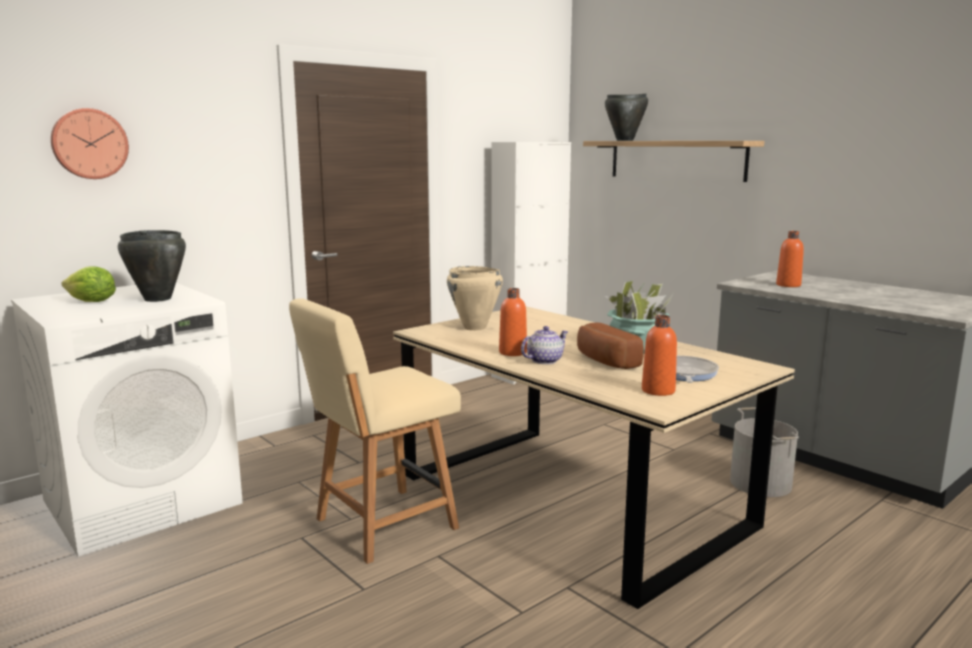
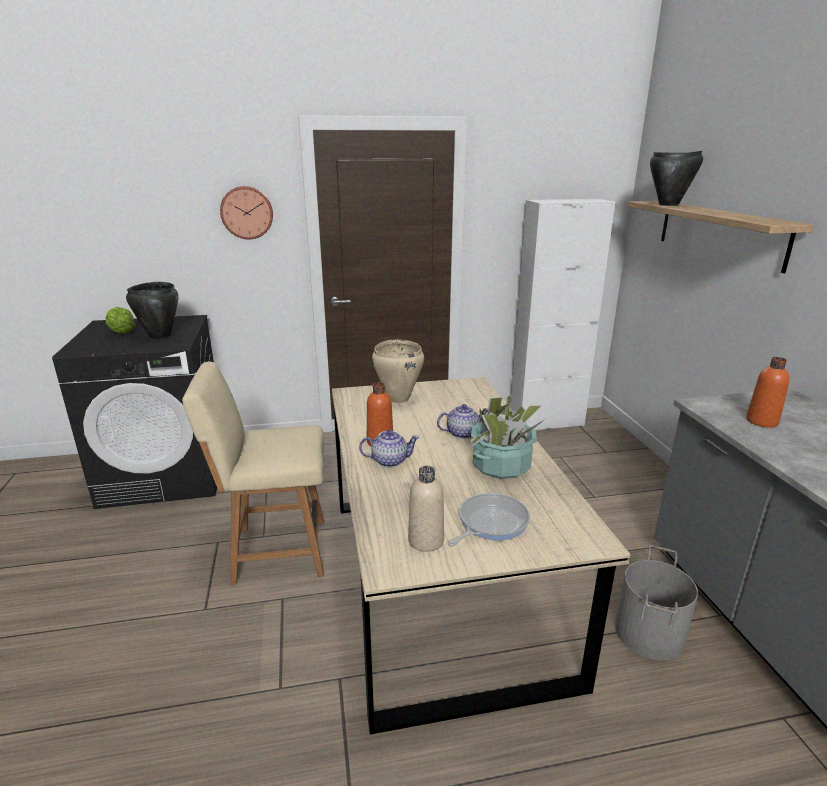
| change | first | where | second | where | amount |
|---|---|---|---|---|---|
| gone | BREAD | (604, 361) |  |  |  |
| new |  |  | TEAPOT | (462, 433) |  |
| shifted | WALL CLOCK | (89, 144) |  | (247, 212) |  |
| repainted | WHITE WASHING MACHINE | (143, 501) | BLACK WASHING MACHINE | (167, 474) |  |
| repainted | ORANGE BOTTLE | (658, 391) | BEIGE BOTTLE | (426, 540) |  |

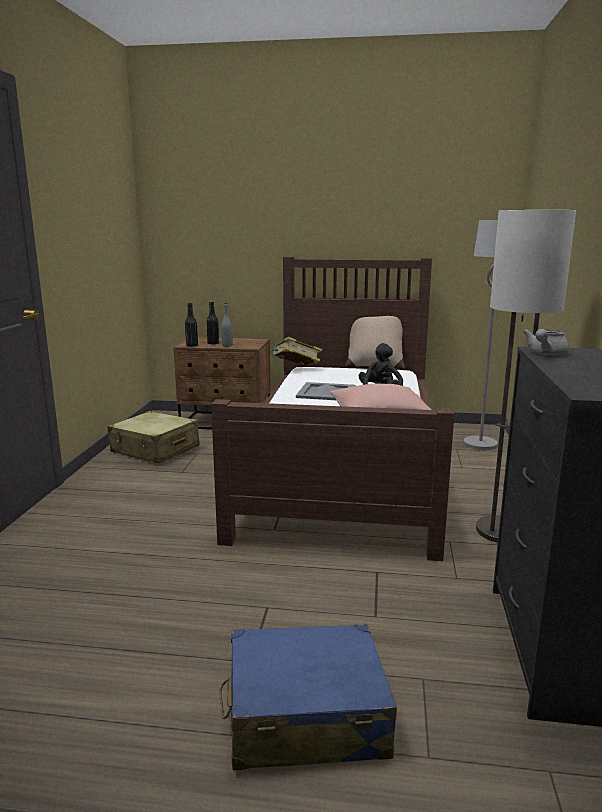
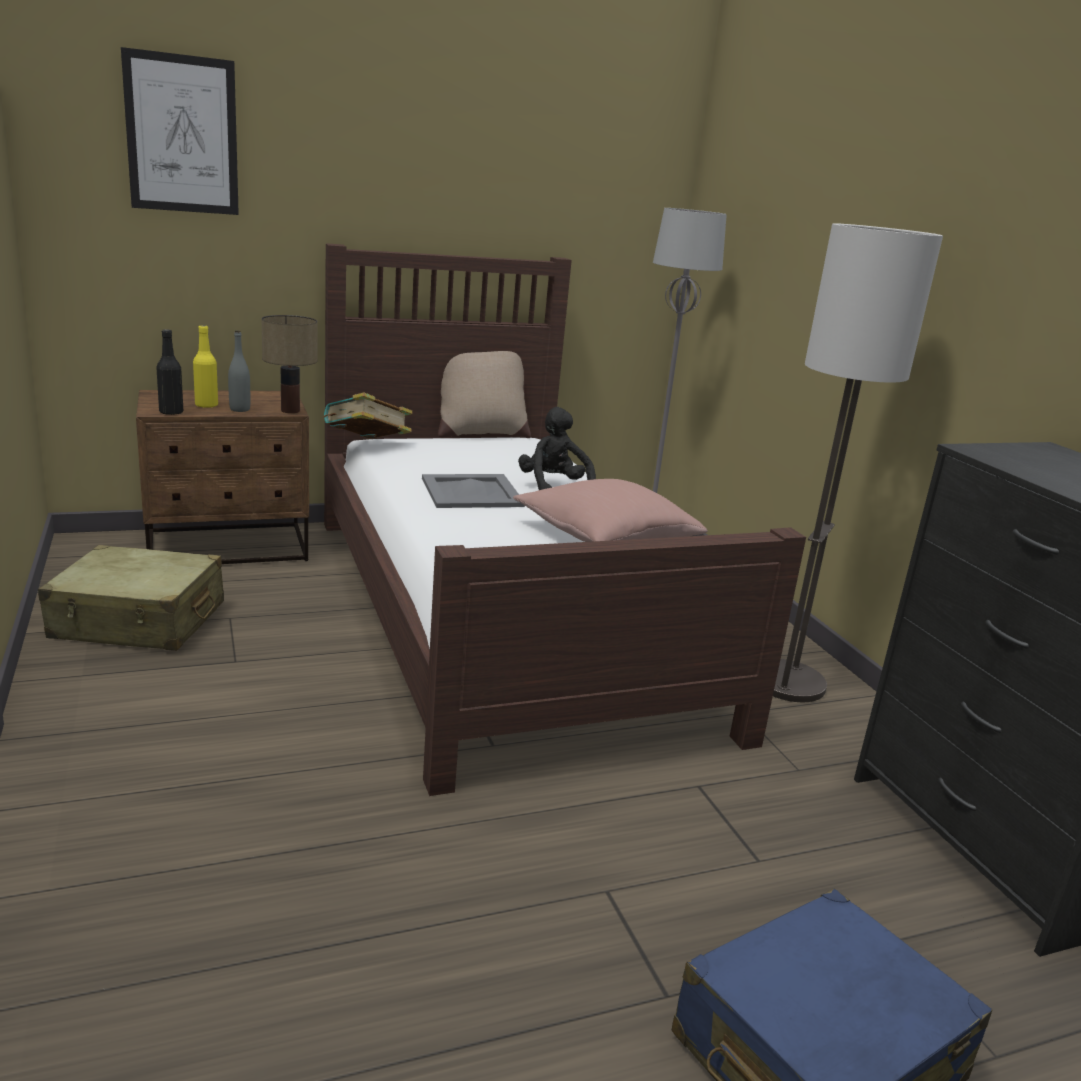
| change | first | where | second | where | amount |
|---|---|---|---|---|---|
| gone | GREY TEAPOT | (545, 354) |  |  |  |
| new |  |  | PICTURE | (182, 134) |  |
| new |  |  | TABLE LAMP | (289, 411) |  |
| repainted | BLACK BOTTLE | (213, 343) | YELLOW BOTTLE | (206, 405) |  |

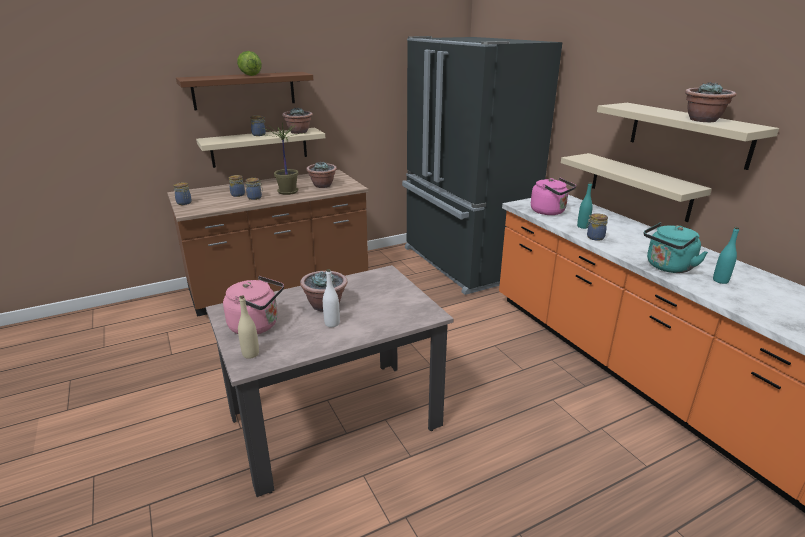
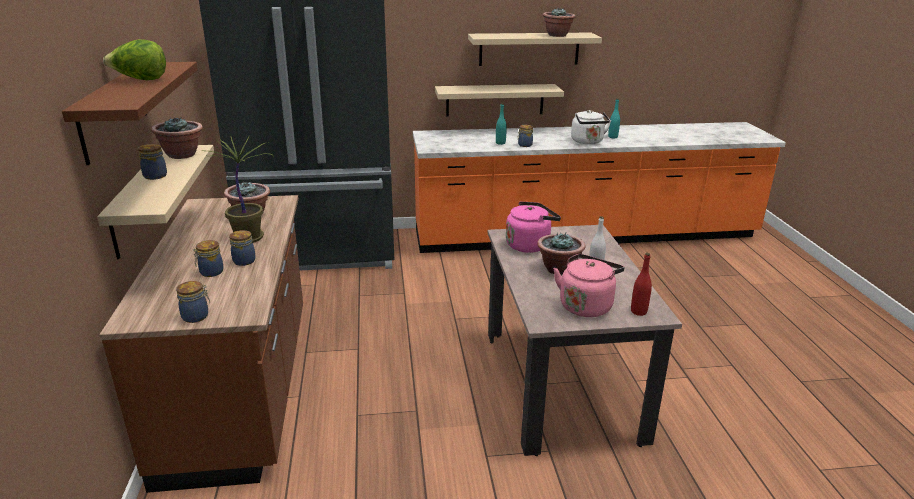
| change | first | where | second | where | amount |
|---|---|---|---|---|---|
| shifted | PINK KETTLE | (550, 212) |  | (529, 245) |  |
| repainted | BEIGE BOTTLE | (250, 354) | RED BOTTLE | (638, 312) |  |
| repainted | TURQUOISE KETTLE | (667, 267) | WHITE KETTLE | (588, 142) |  |

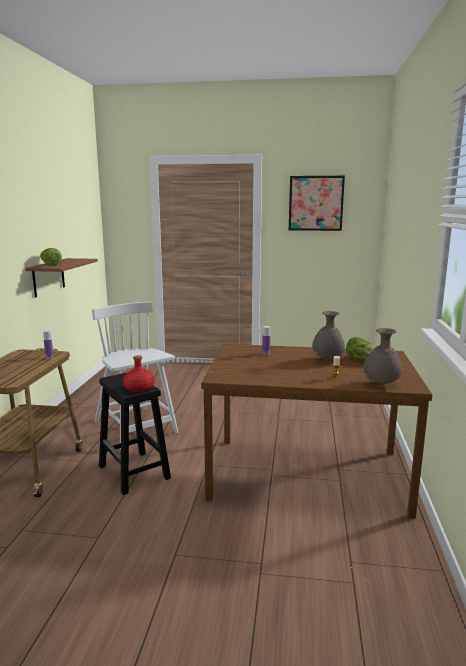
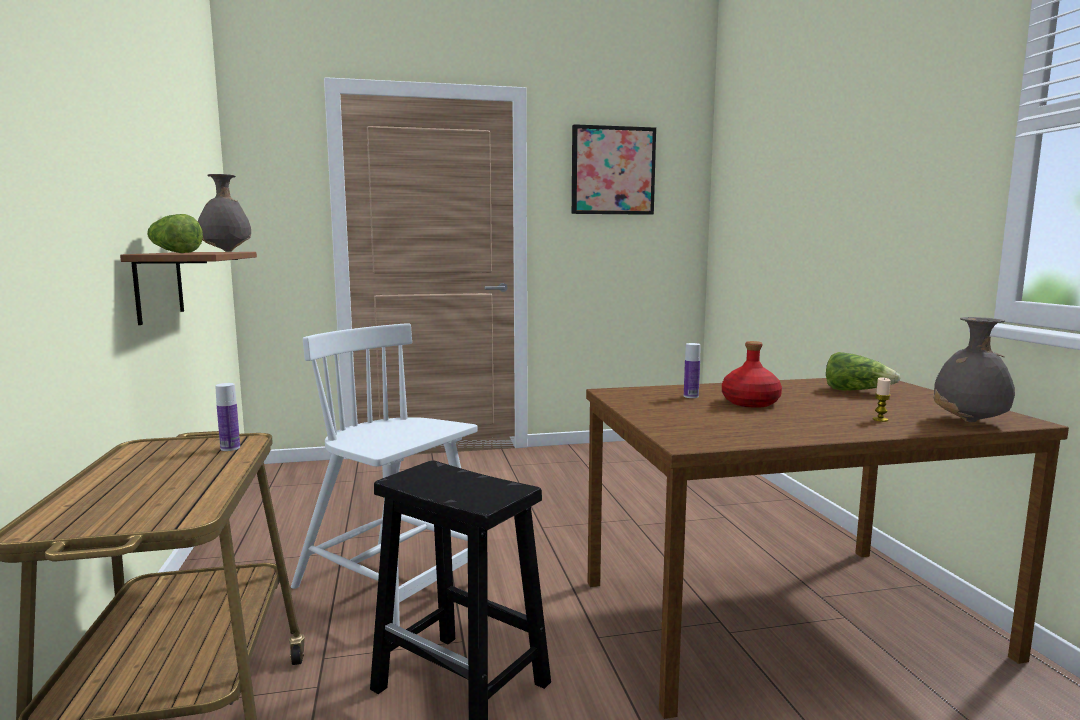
| change | first | where | second | where | amount |
|---|---|---|---|---|---|
| shifted | RED BOTTLE | (139, 388) |  | (751, 403) |  |
| shifted | GREY VASE | (327, 360) |  | (226, 251) |  |

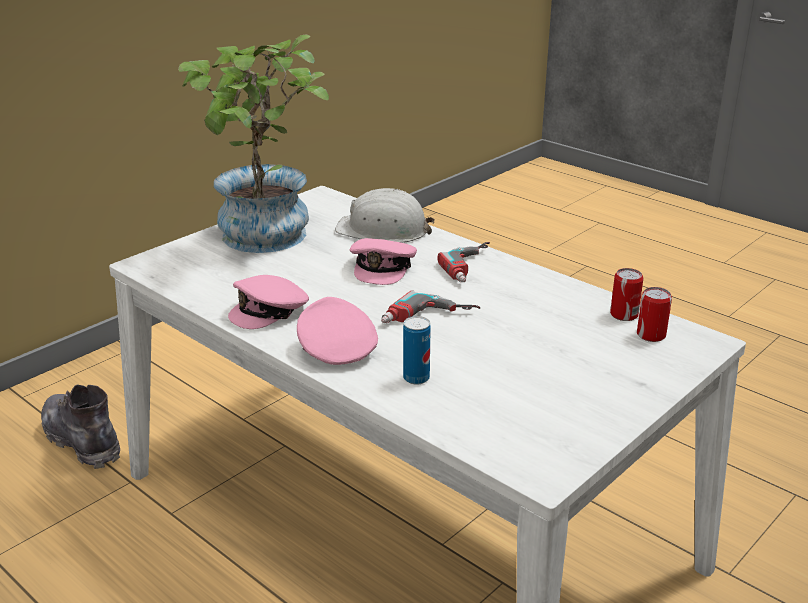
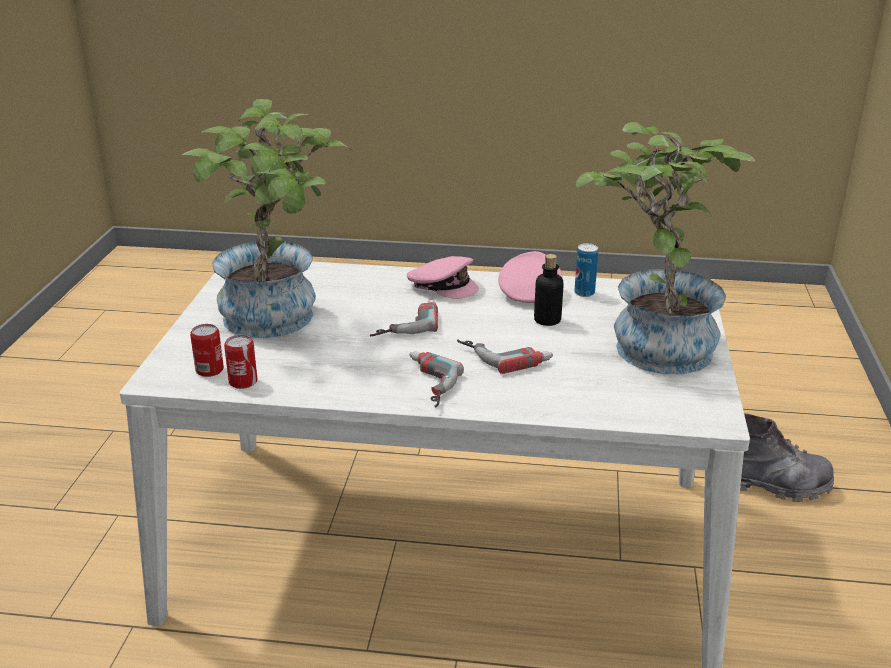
| change | first | where | second | where | amount |
|---|---|---|---|---|---|
| gone | WHITE HARD HAT | (383, 230) |  |  |  |
| new |  |  | POTTED PLANT | (280, 320) |  |
| new |  |  | BOTTLE | (547, 320) |  |
| shifted | CAN | (416, 378) |  | (584, 293) |  |
| swapped | PINK CAP | (383, 267) | POWER DRILL | (505, 355) |  |

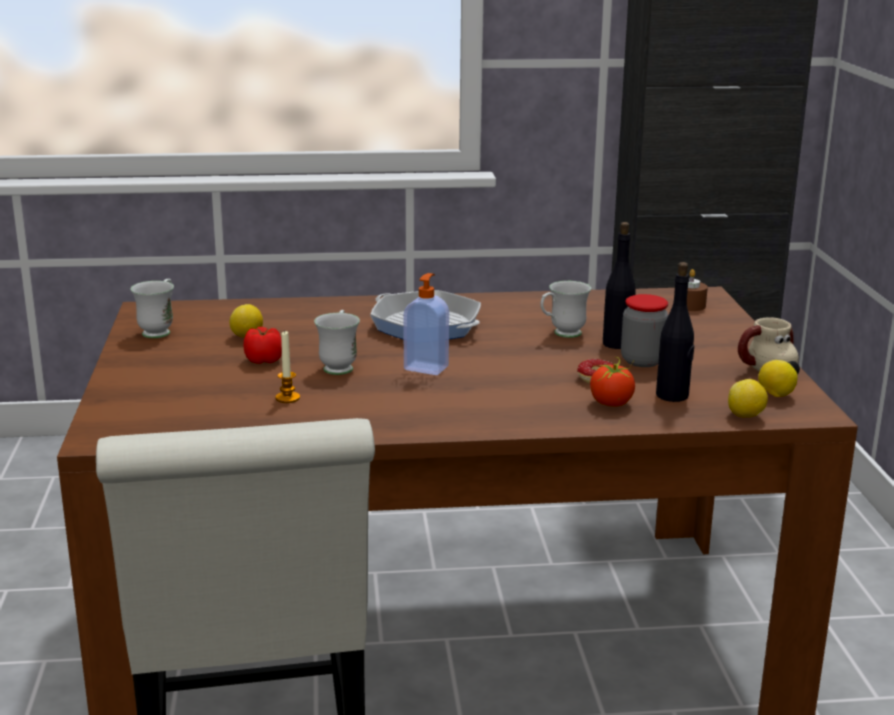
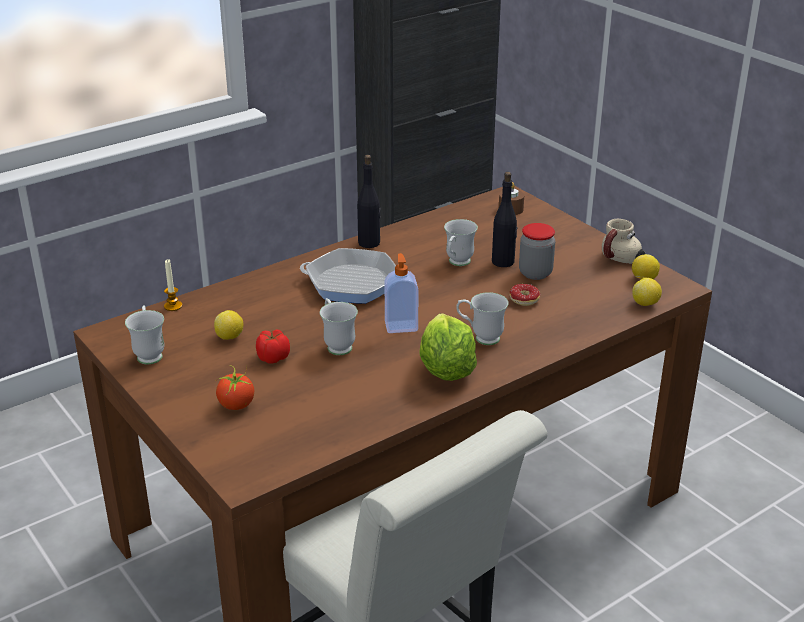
| change | first | where | second | where | amount |
|---|---|---|---|---|---|
| new |  |  | LETTUCE | (446, 370) |  |
| new |  |  | WHITE MUG | (480, 338) |  |
| shifted | CANDLE | (287, 398) |  | (173, 306) |  |
| shifted | TOMATO | (611, 403) |  | (236, 404) |  |
| shifted | BLACK BOTTLE | (672, 396) |  | (369, 243) |  |

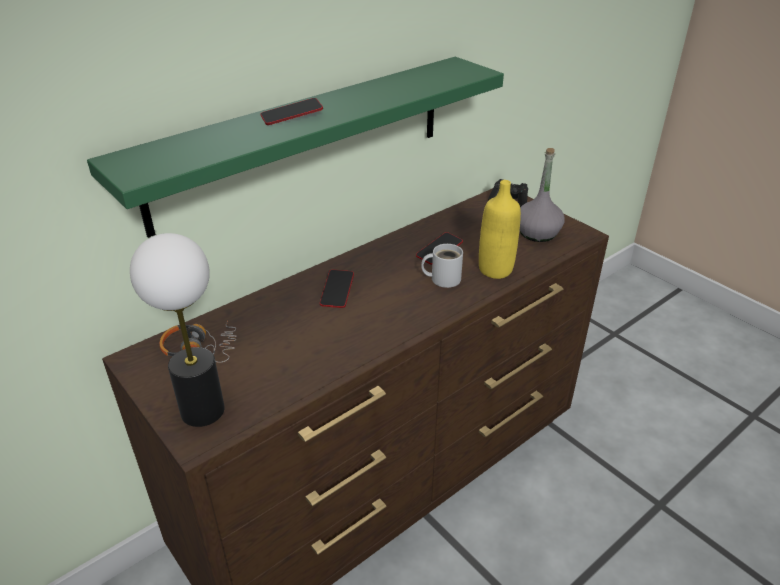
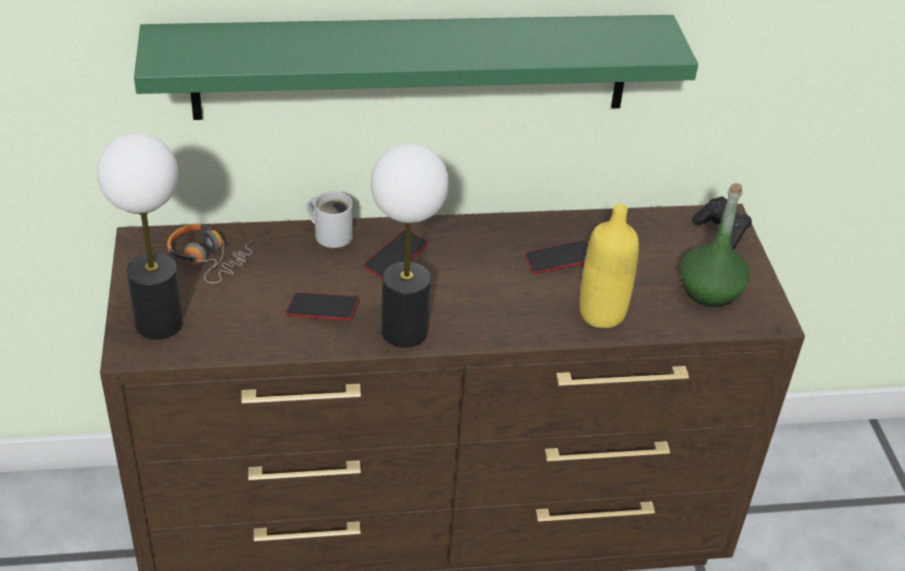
| change | first | where | second | where | amount |
|---|---|---|---|---|---|
| new |  |  | TABLE LAMP | (404, 331) |  |
| shifted | PHONE | (292, 116) |  | (322, 310) |  |
| shifted | WHITE MUG | (443, 278) |  | (331, 233) |  |
| repainted | GREY BOTTLE | (538, 233) | GREEN BOTTLE | (710, 291) |  |

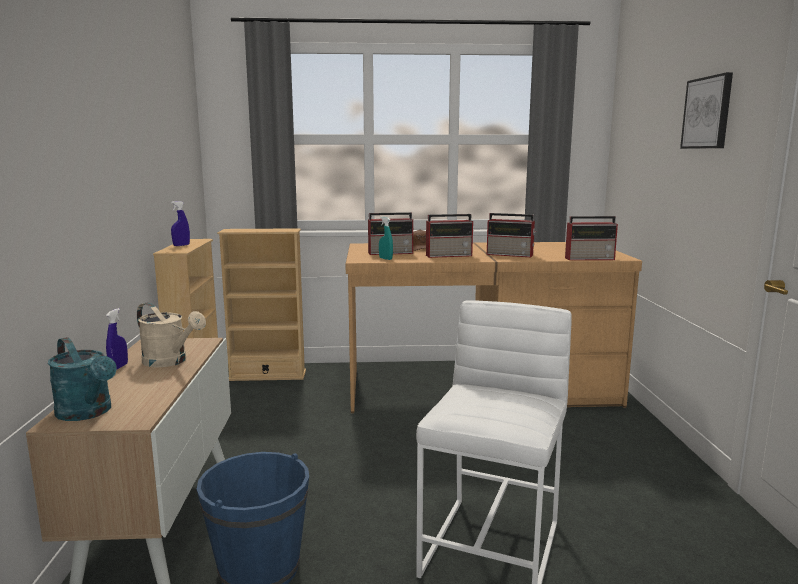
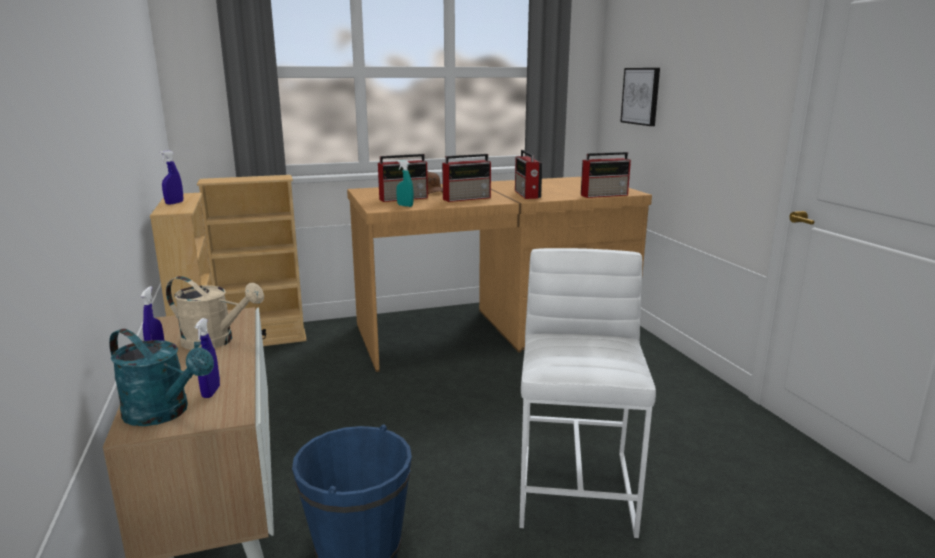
| change | first | where | second | where | amount |
|---|---|---|---|---|---|
| new |  |  | BLUE SPRAY BOTTLE | (211, 392) |  |
| shifted | PICTURE | (707, 113) |  | (641, 96) |  |
| rotated | RADIO | (511, 255) |  | (527, 194) | 75 degrees clockwise |

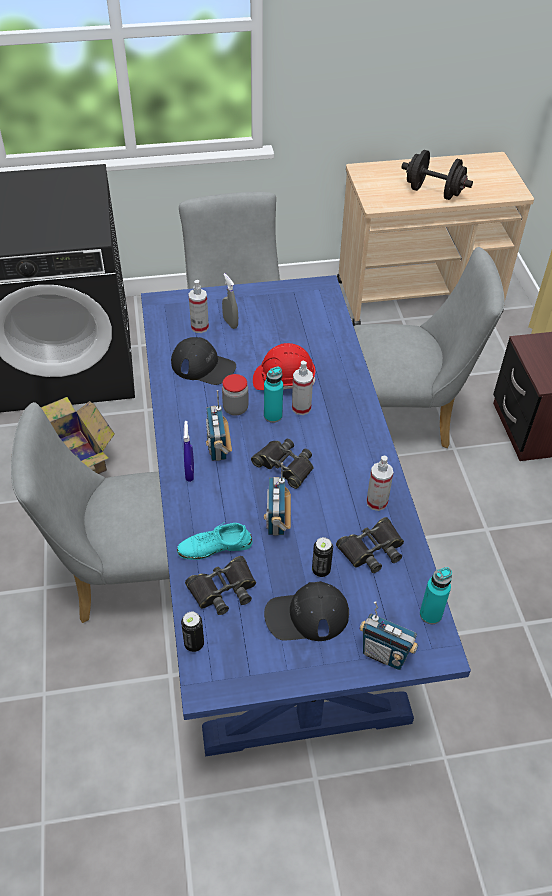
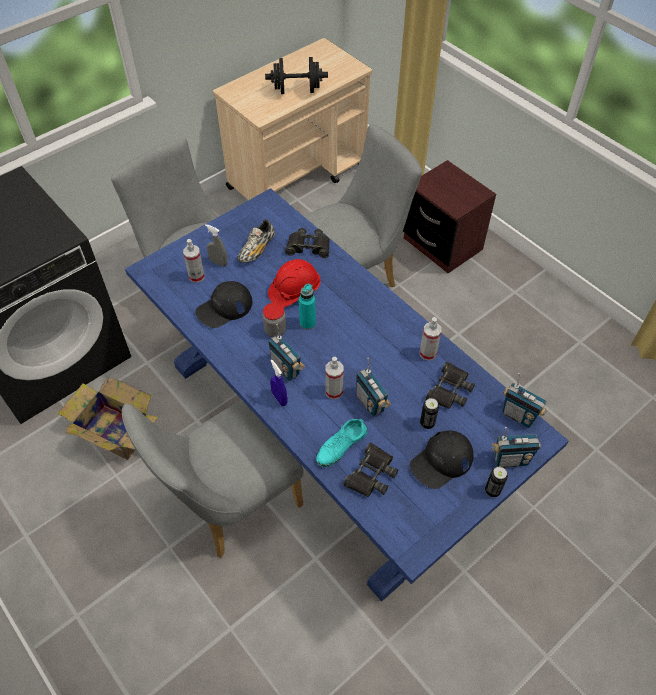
| change | first | where | second | where | amount |
|---|---|---|---|---|---|
| new |  |  | SHOE | (257, 249) |  |
| shifted | CAN | (194, 644) |  | (492, 490) |  |
| shifted | BLACK BINOCULARS | (284, 466) |  | (308, 247) |  |
| shifted | SPRAY BOTTLE | (301, 408) |  | (334, 391) |  |
| swapped | TURQUOISE BOTTLE | (430, 614) | RADIO | (518, 416) |  |
| rotated | BLACK CAP | (203, 366) |  | (224, 308) | 150 degrees clockwise |

